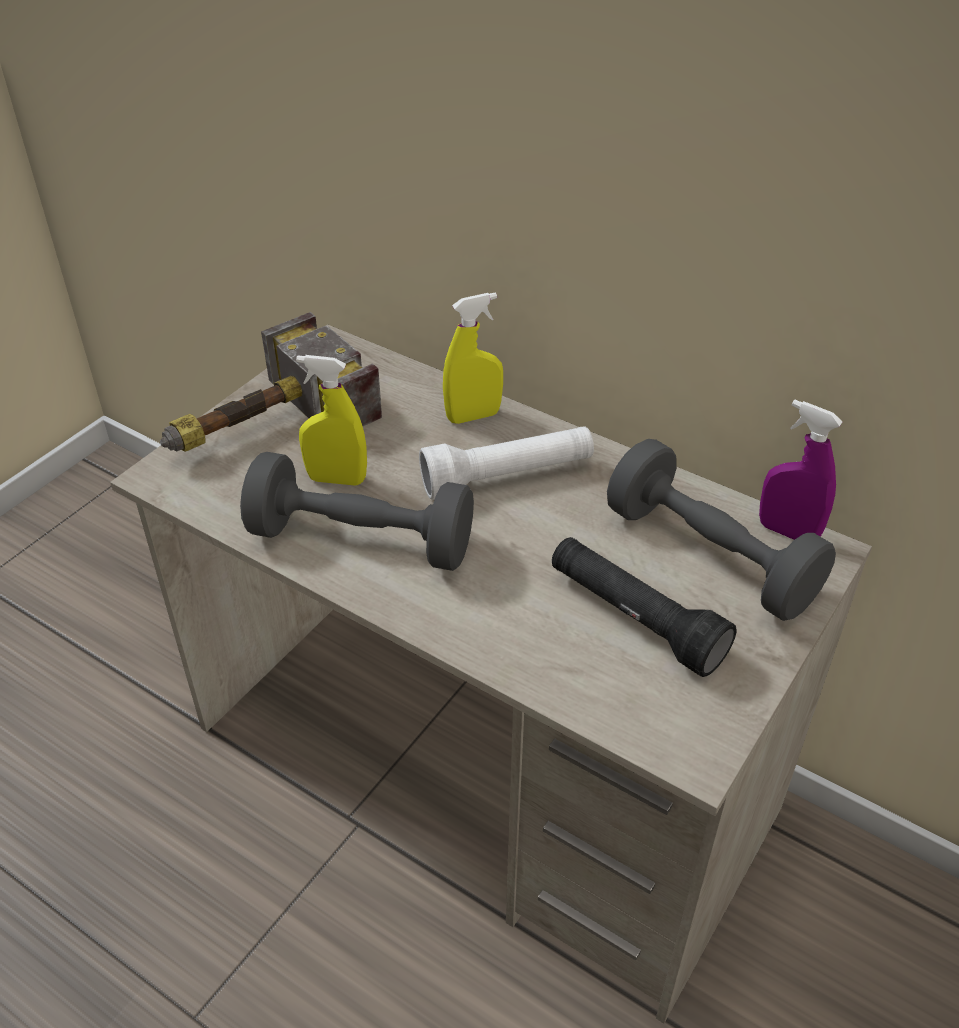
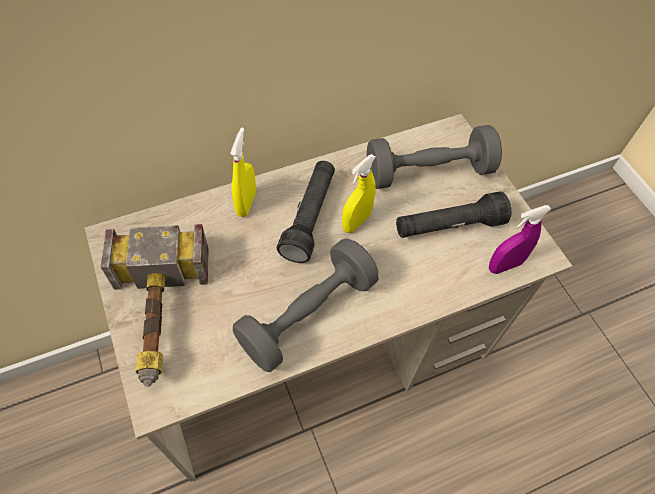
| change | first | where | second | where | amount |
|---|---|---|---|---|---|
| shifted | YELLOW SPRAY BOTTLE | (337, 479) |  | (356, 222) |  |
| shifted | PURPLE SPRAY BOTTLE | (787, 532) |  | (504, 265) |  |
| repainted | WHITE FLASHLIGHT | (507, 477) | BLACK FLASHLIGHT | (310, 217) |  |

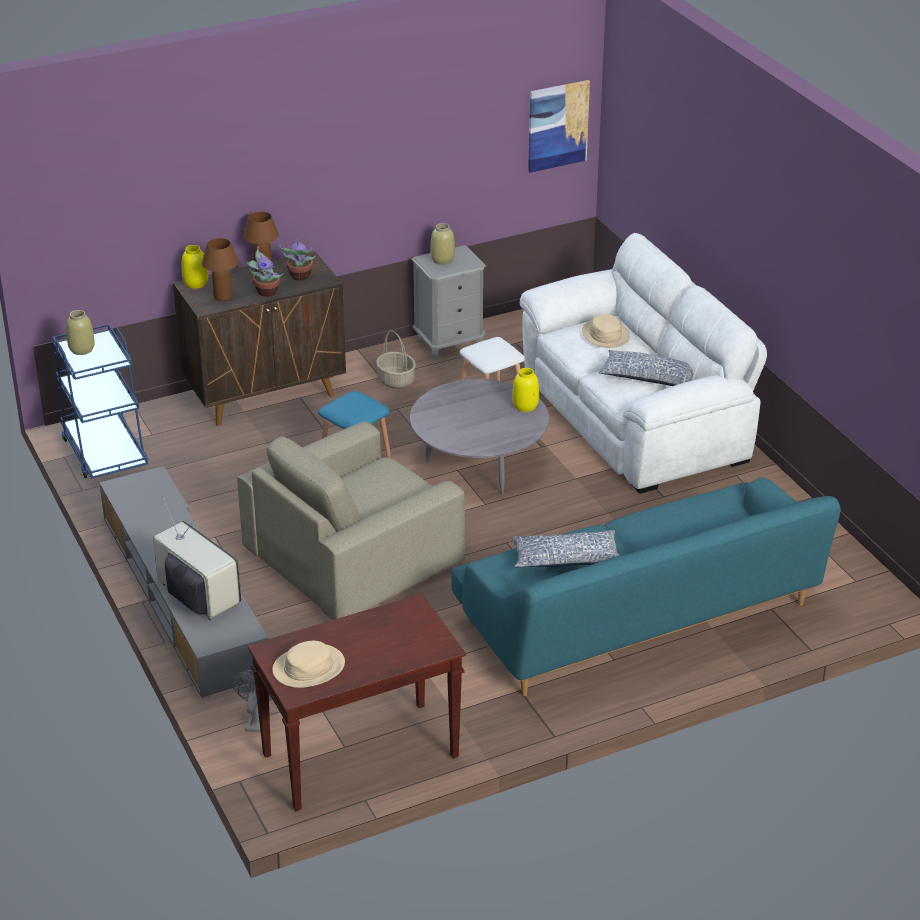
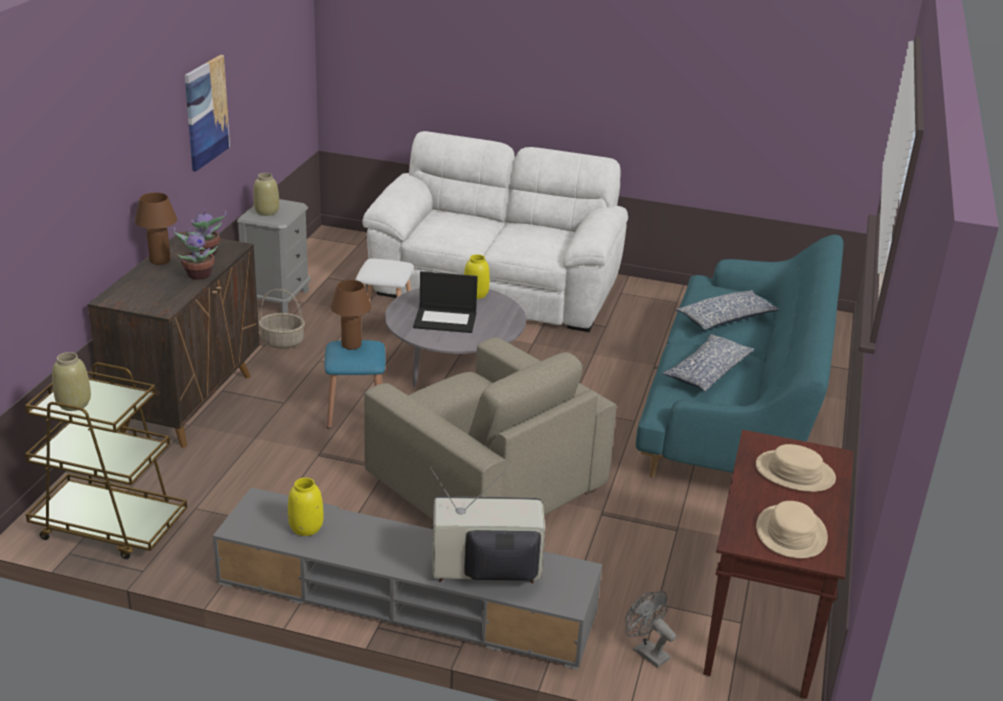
| change | first | where | second | where | amount |
|---|---|---|---|---|---|
| new |  |  | LAPTOP | (446, 320) |  |
| shifted | YELLOW VASE | (196, 284) |  | (306, 527) |  |
| shifted | BROWN TABLE LAMP | (222, 297) |  | (351, 345) |  |
| shifted | PICTURE | (558, 125) |  | (206, 112) |  |
| shifted | BEIGE HAT | (605, 335) |  | (794, 473) |  |
| shifted | PILLOW | (648, 378) |  | (726, 319) |  |
| repainted | BLUE CART | (104, 453) | BROWN CART | (109, 527) |  |
| rotated | BEIGE ARMCHAIR | (354, 556) |  | (483, 480) | 45 degrees counterclockwise |

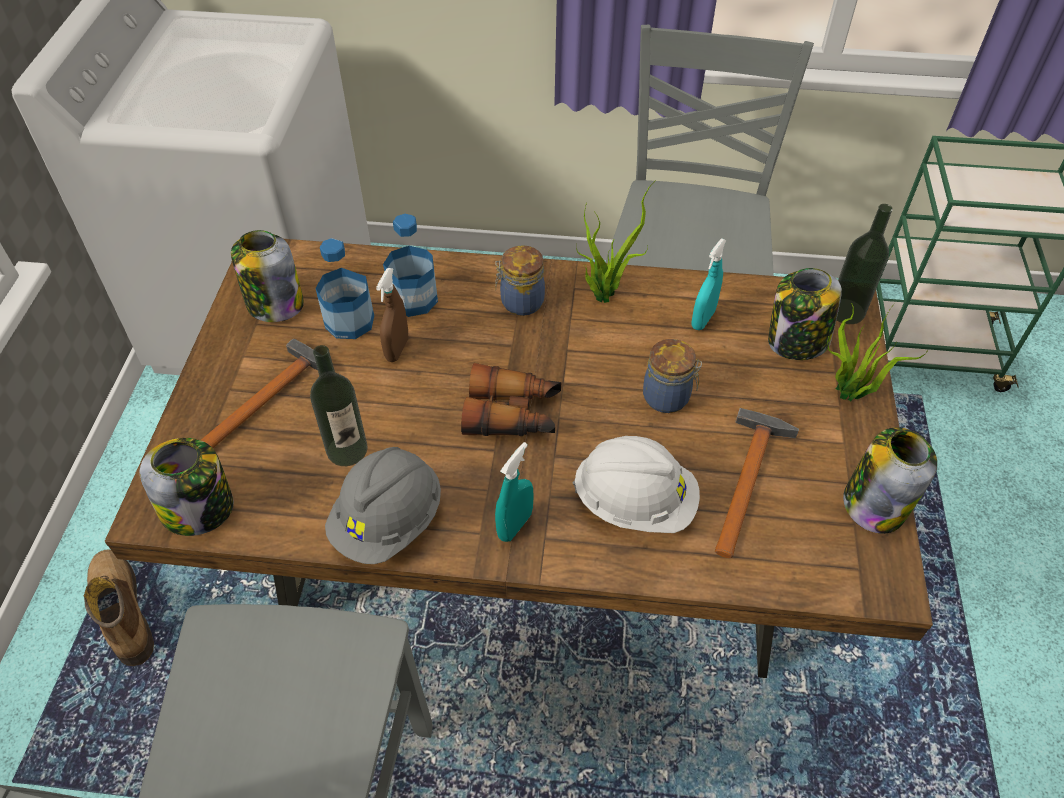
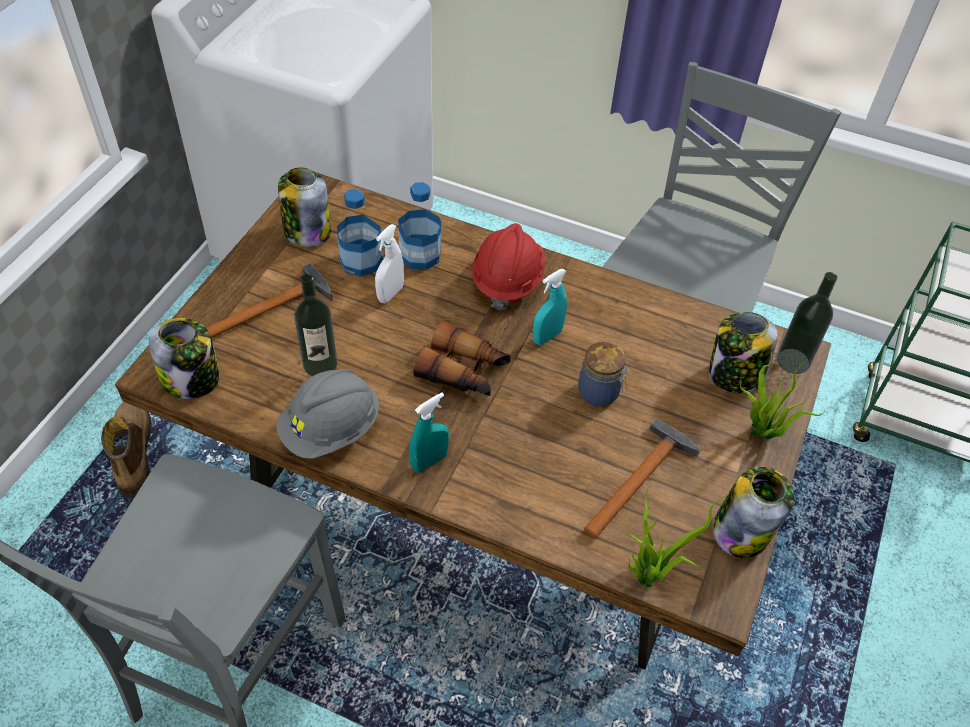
| change | first | where | second | where | amount |
|---|---|---|---|---|---|
| gone | WHITE HARD HAT | (635, 502) |  |  |  |
| shifted | POTTED PLANT | (604, 292) |  | (649, 573) |  |
| shifted | TURQUOISE SPRAY BOTTLE | (703, 319) |  | (547, 336) |  |
| swapped | JAR | (520, 302) | RED HARD HAT | (507, 280) |  |
| repainted | BROWN SPRAY BOTTLE | (397, 349) | WHITE SPRAY BOTTLE | (390, 293) |  |

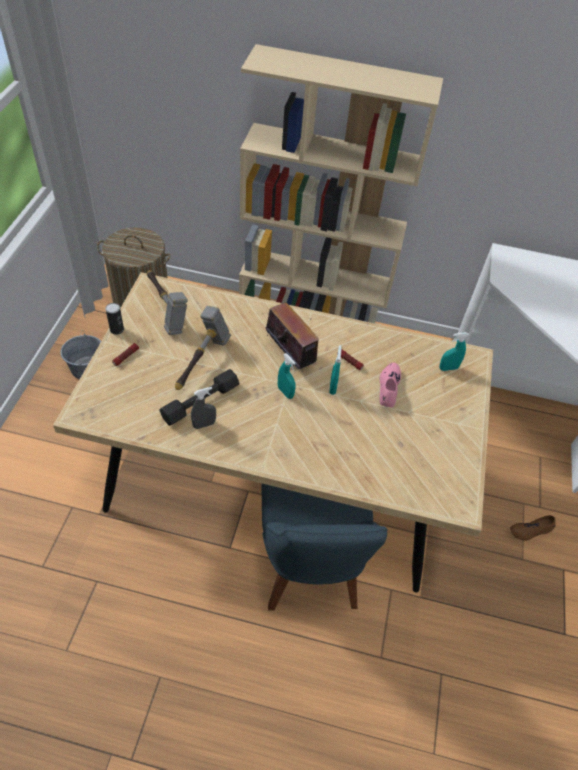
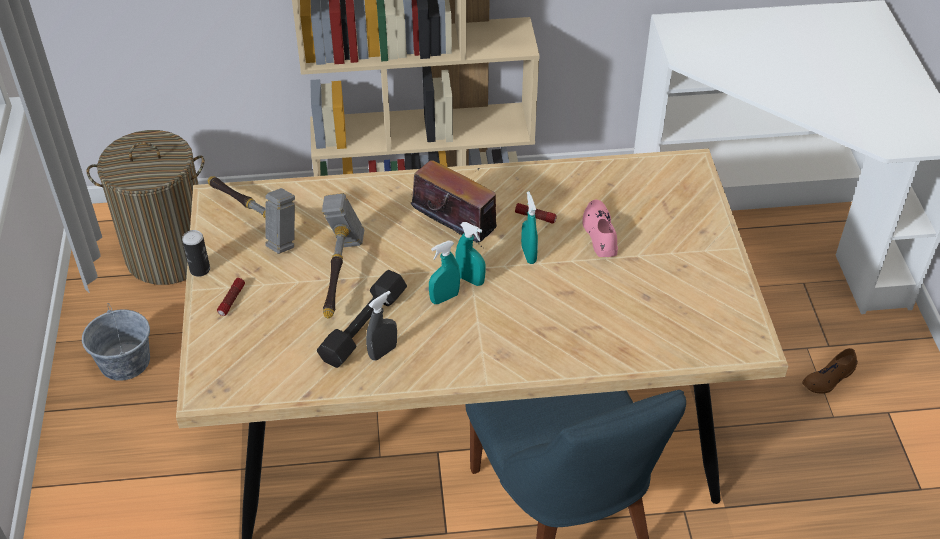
| change | first | where | second | where | amount |
|---|---|---|---|---|---|
| shifted | TURQUOISE SPRAY BOTTLE | (448, 368) |  | (444, 298) |  |

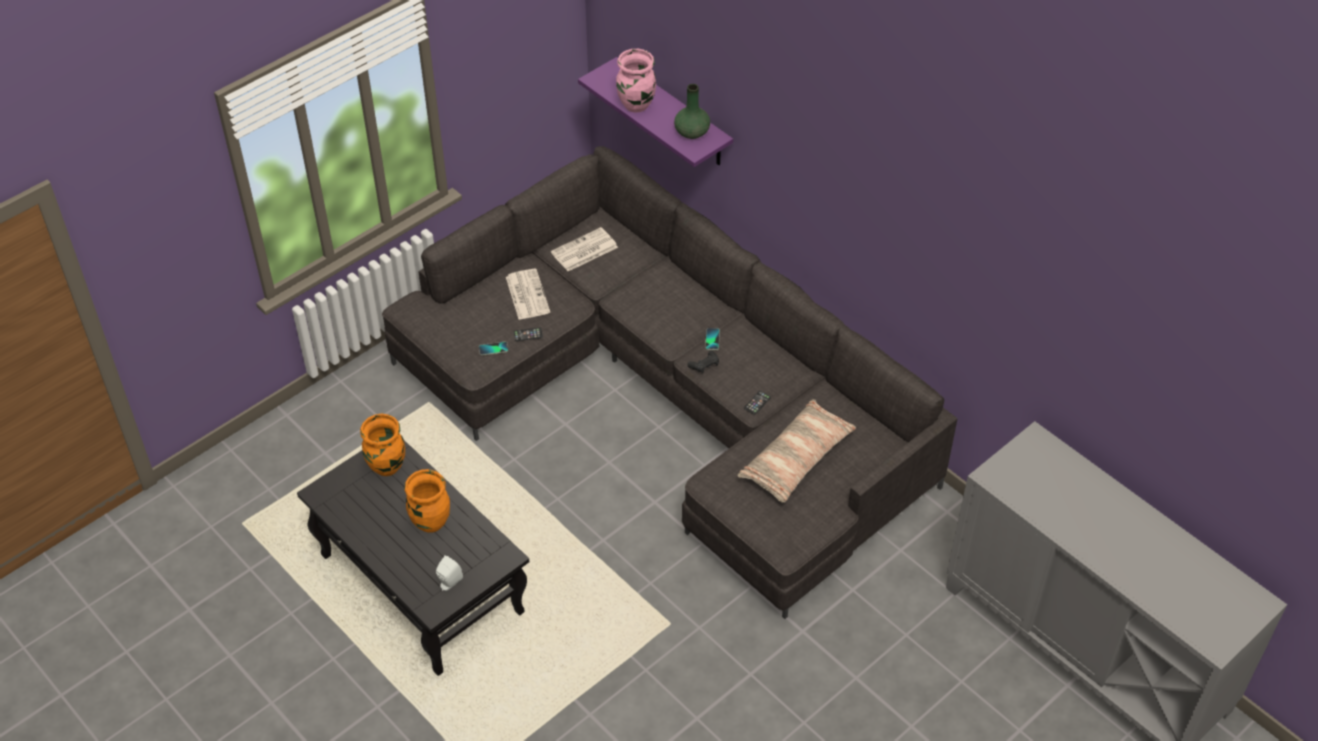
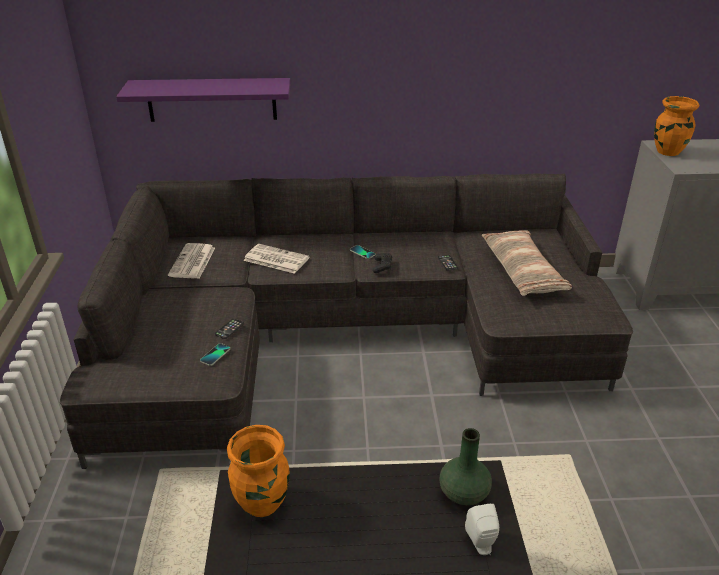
| change | first | where | second | where | amount |
|---|---|---|---|---|---|
| gone | PINK VASE | (636, 105) |  |  |  |
| shifted | ORANGE VASE | (430, 522) |  | (667, 151) |  |
| shifted | NEWSPAPER | (527, 294) |  | (275, 259) |  |
| shifted | GREEN VASE | (691, 132) |  | (463, 493) |  |

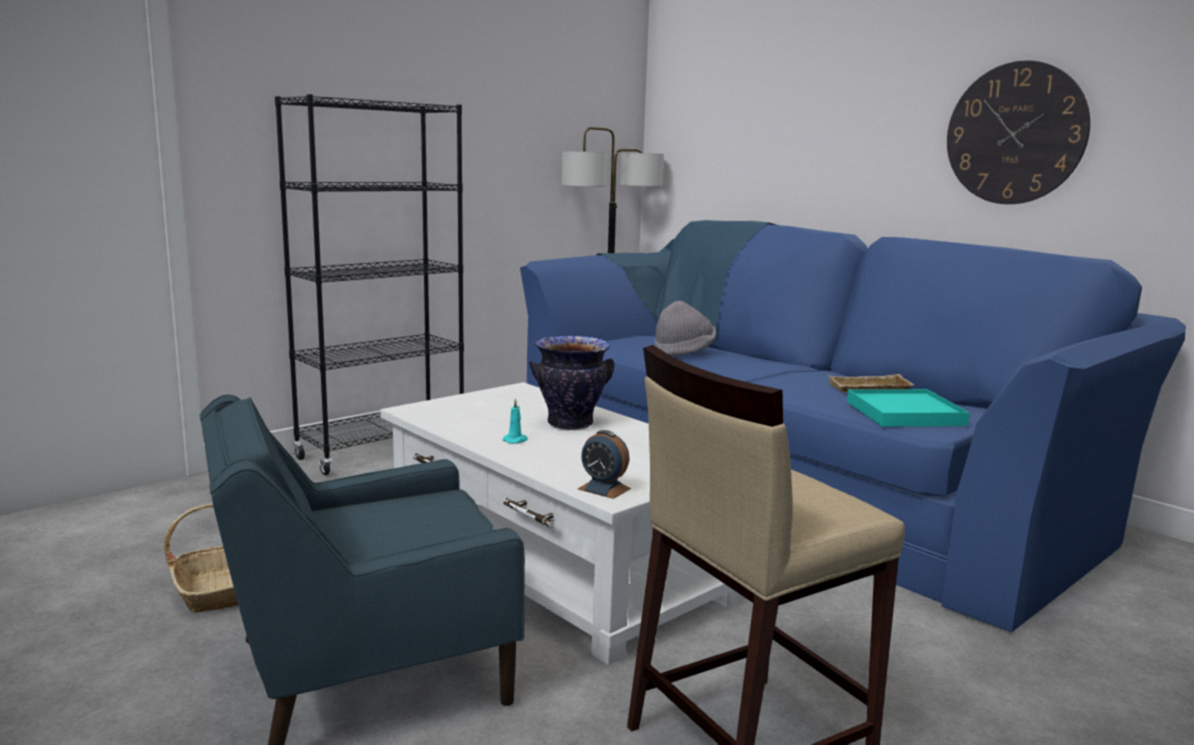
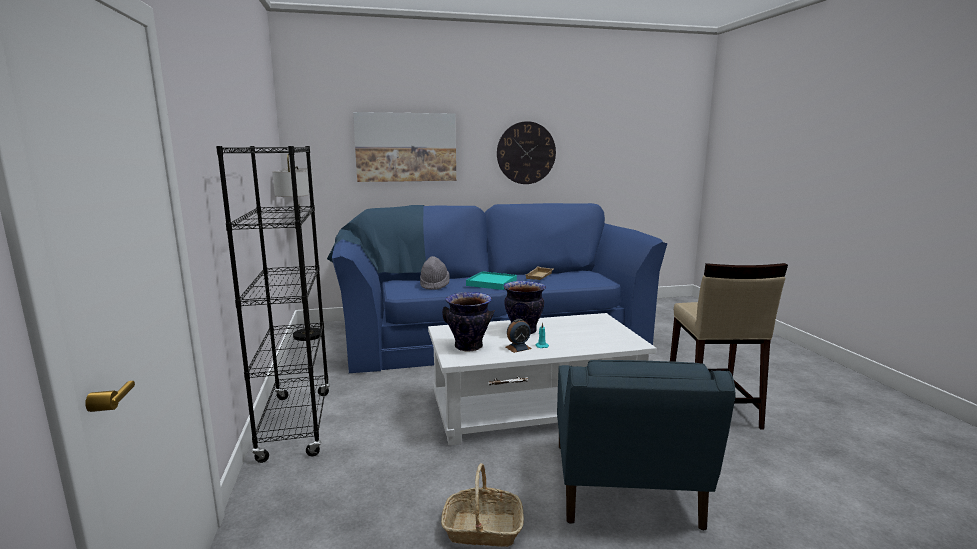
| change | first | where | second | where | amount |
|---|---|---|---|---|---|
| new |  |  | PICTURE | (406, 147) |  |
| new |  |  | VASE | (468, 347) |  |
| shifted | ALARM CLOCK | (604, 489) |  | (518, 348) |  |
| shifted | TURQUOISE TRAY | (904, 413) |  | (491, 283) |  |

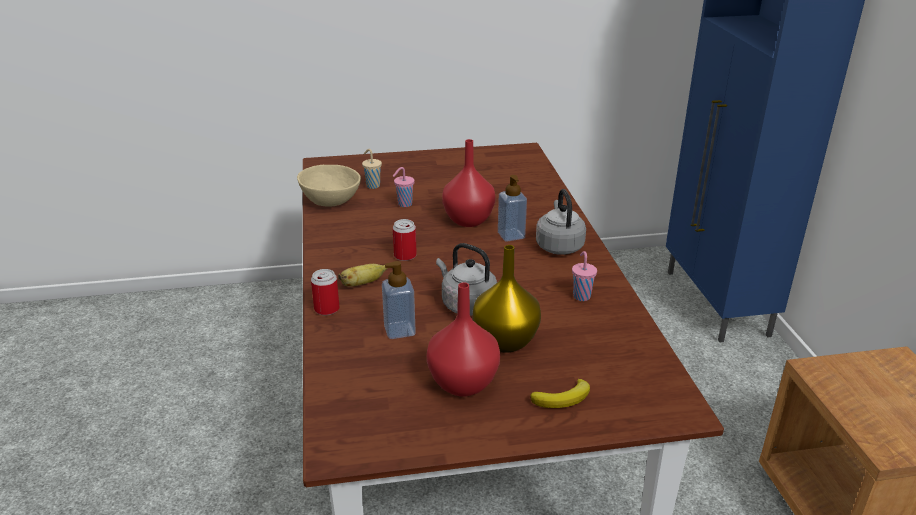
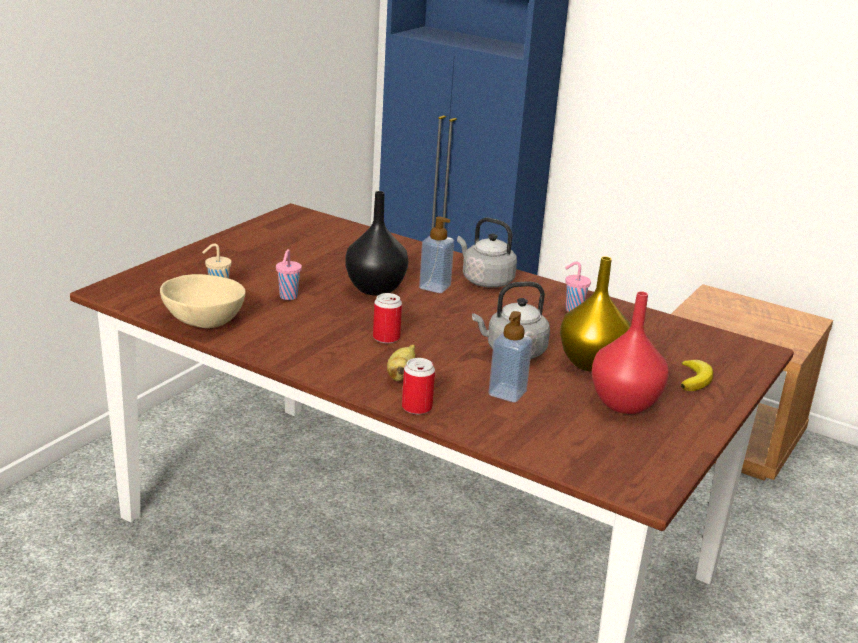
| change | first | where | second | where | amount |
|---|---|---|---|---|---|
| repainted | RED VASE | (469, 220) | BLACK VASE | (376, 288) |  |

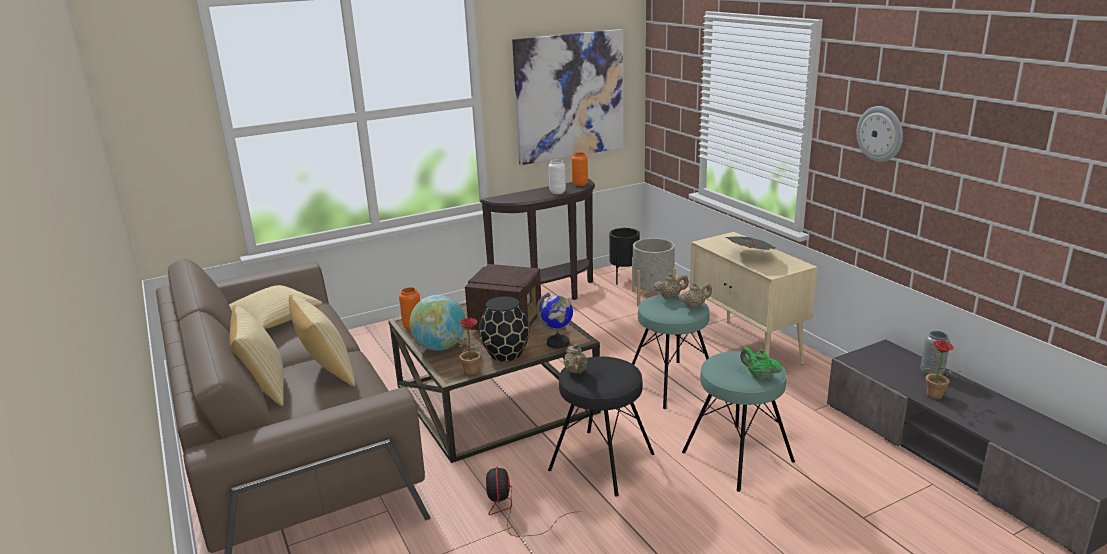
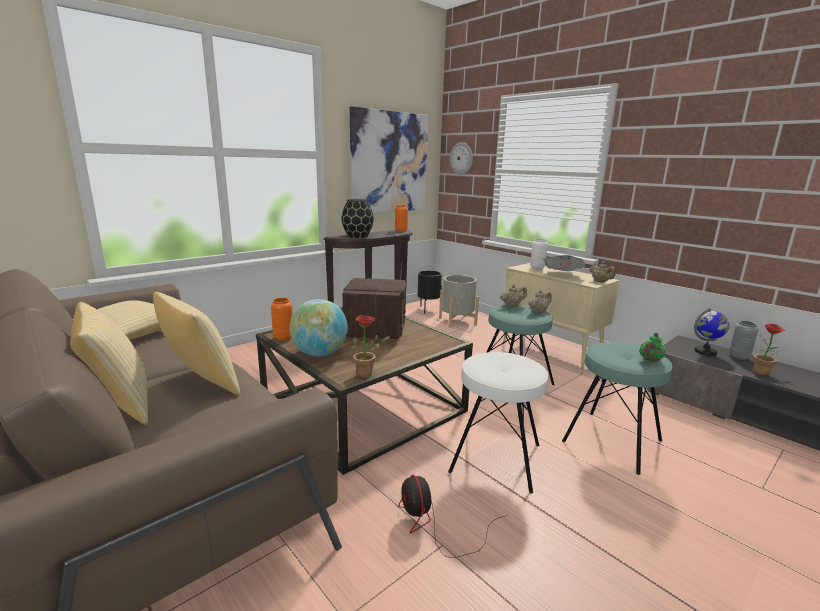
| change | first | where | second | where | amount |
|---|---|---|---|---|---|
| shifted | BLACK VASE | (506, 354) |  | (358, 236) |  |
| shifted | GLOBE | (558, 343) |  | (705, 352) |  |
| shifted | WHITE VASE | (557, 192) |  | (537, 268) |  |
| shifted | BEIGE TEAPOT | (576, 372) |  | (600, 282) |  |
| shifted | WALL CLOCK | (880, 133) |  | (461, 158) |  |
| repainted | BLACK STOOL | (602, 462) | WHITE STOOL | (496, 458) |  |
| rotated | GREEN TEAPOT | (759, 376) |  | (650, 360) | 75 degrees counterclockwise |

